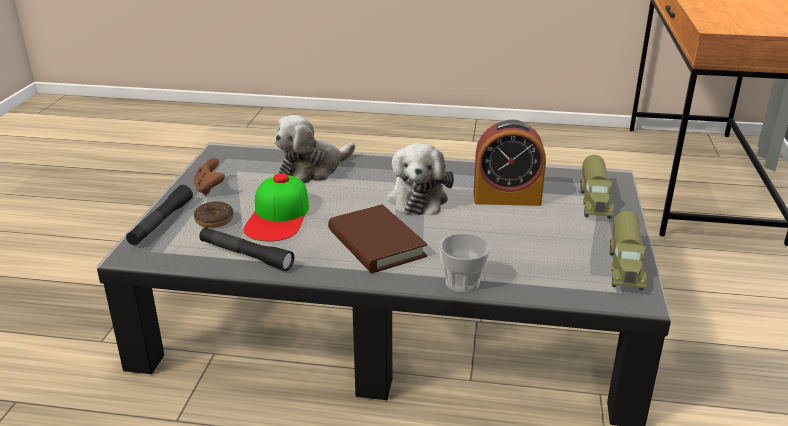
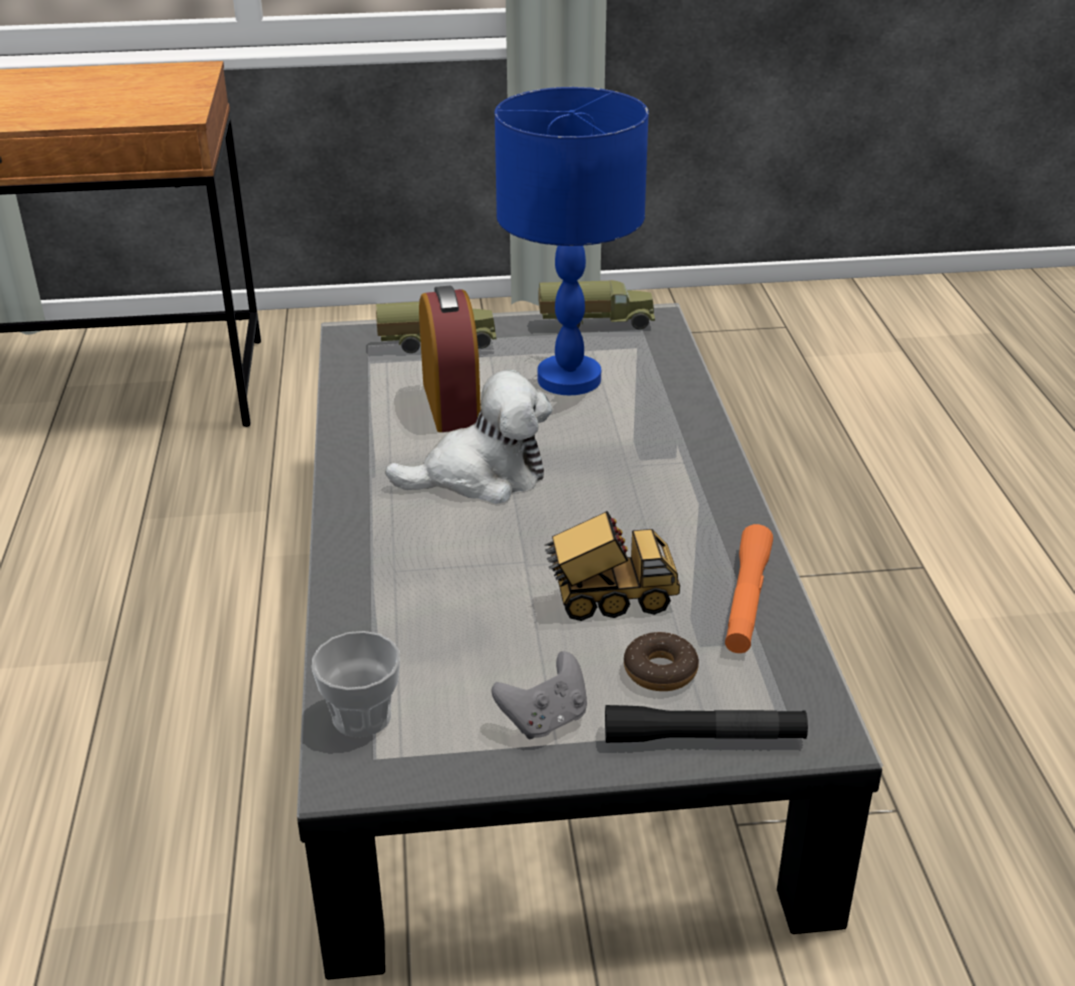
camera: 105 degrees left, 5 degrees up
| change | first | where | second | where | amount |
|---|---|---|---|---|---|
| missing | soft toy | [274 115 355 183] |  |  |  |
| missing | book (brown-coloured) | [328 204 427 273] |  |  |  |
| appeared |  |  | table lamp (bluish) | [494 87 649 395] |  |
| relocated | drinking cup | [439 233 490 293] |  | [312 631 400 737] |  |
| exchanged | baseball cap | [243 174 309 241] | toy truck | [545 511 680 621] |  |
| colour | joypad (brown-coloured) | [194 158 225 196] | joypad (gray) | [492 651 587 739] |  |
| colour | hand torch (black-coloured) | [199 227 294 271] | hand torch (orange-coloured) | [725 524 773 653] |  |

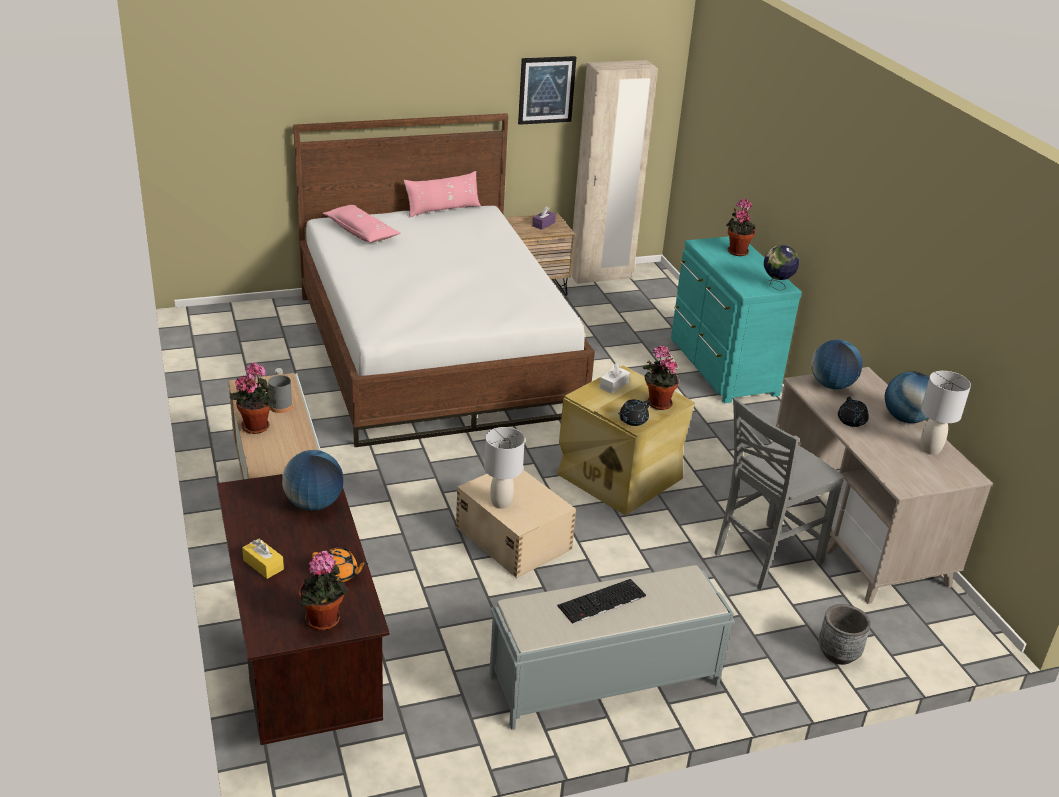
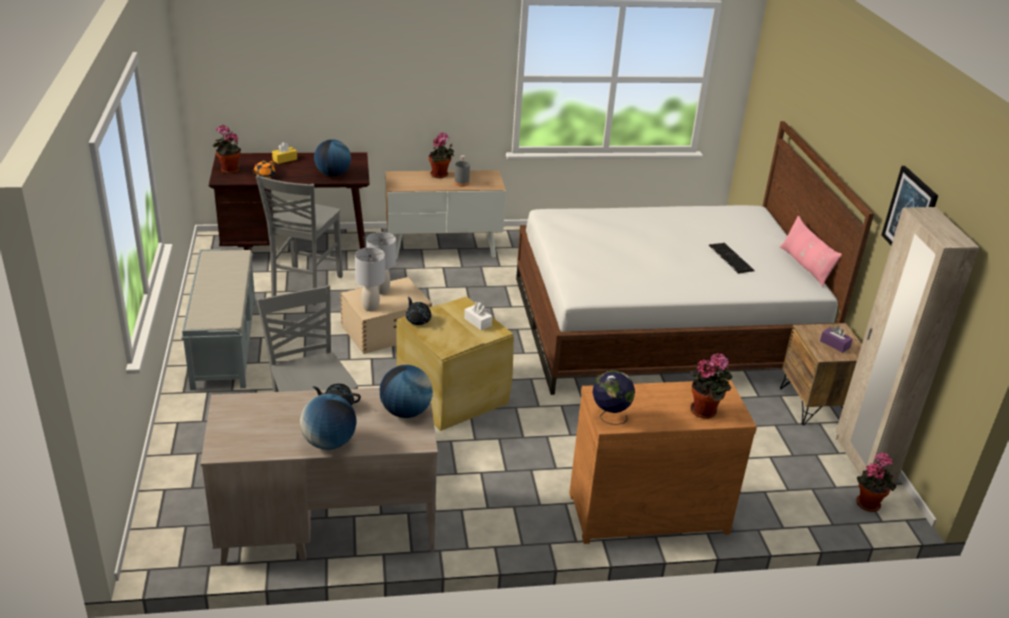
camera: 100 degrees right, 0 degrees up
| change | first | where | second | where | amount |
|---|---|---|---|---|---|
| missing | pillow (pink) | [323 205 401 243] |  |  |  |
| missing | planter (gray) | [819 604 871 665] |  |  |  |
| appeared |  |  | upright chair (gray) | [256 175 343 305] |  |
| relocated | PC keyboard | [557 579 646 624] |  | [709 243 755 274] |  |
| relocated | potted plant | [643 346 679 410] |  | [856 452 896 512] |  |
| relocated | table lamp (gray) | [920 371 971 455] |  | [355 247 385 311] |  |
| colour | dresser (turquoise-coloured) | [671 237 802 403] | dresser (brown-coloured) | [569 380 757 544] |  |

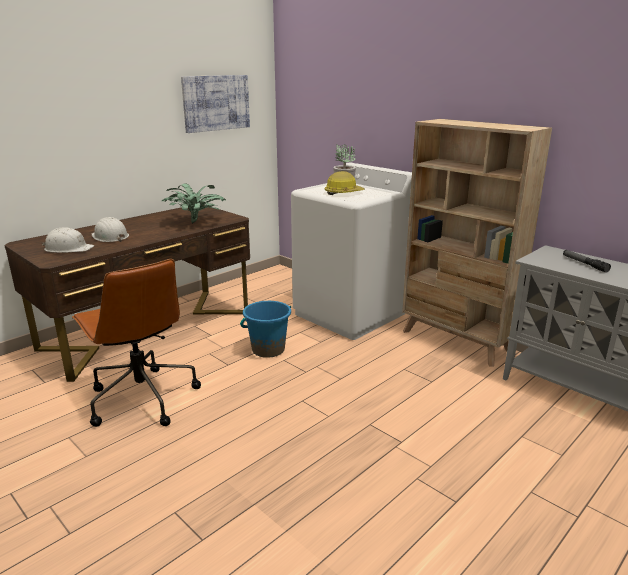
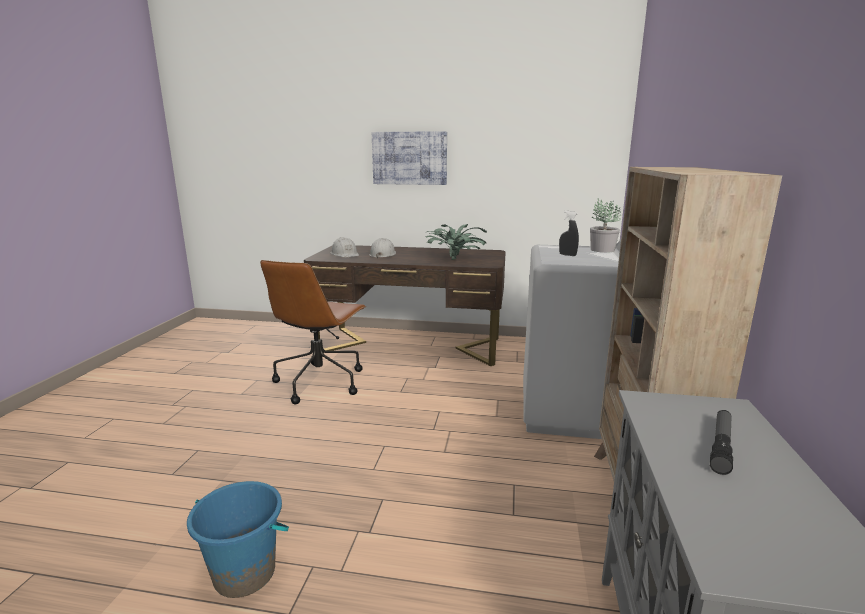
camera: 55 degrees right, 5 degrees down
| change | first | where | second | where | amount |
|---|---|---|---|---|---|
| relocated | wall art | [181 75 250 133] |  | [372 131 447 185] |  |
| relocated | water bucket (bluish) | [240 301 291 358] |  | [187 481 289 598] |  |
| exchanged | safety helmet | [324 171 364 195] | hand sprayer (gray) | [559 211 579 256] |  |

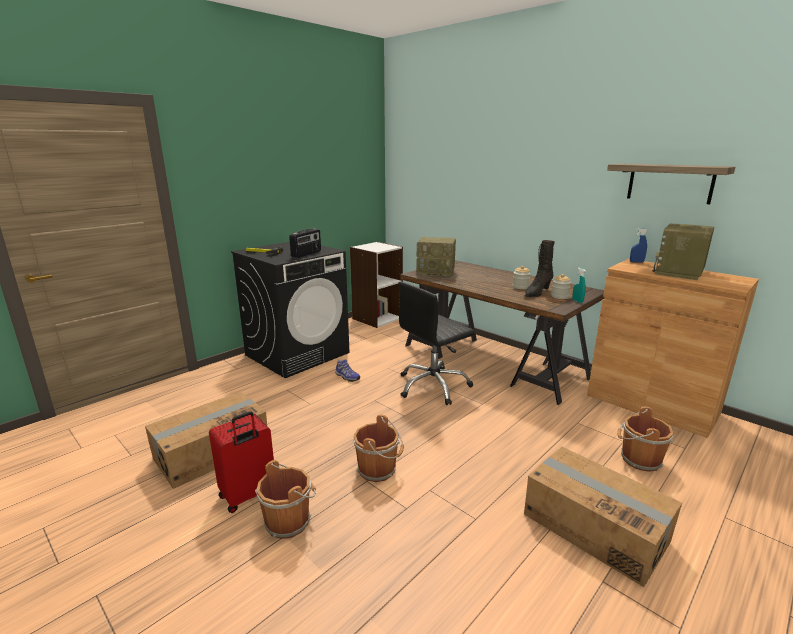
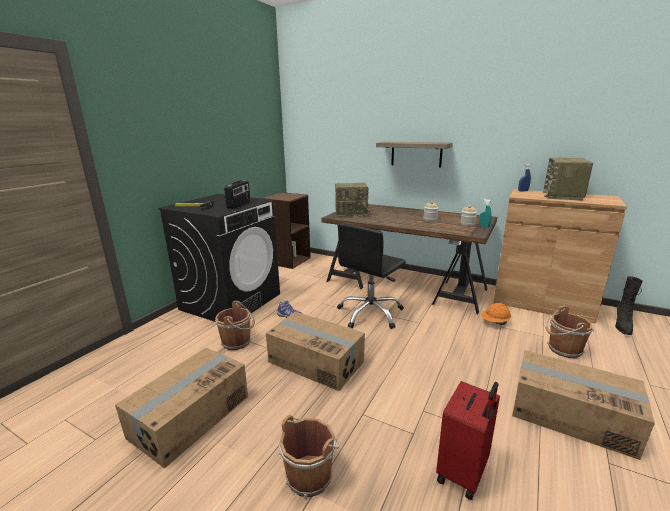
camera: 15 degrees left, 0 degrees up
| change | first | where | second | where | amount |
|---|---|---|---|---|---|
| appeared |  |  | packing box | [266 312 365 391] |  |
| appeared |  |  | safety helmet (orange-coloured) | [481 303 511 325] |  |
| relocated | suitcase (reddish) | [209 411 274 513] |  | [436 381 500 500] |  |
| relocated | water bucket (brown-coloured) | [353 414 404 482] |  | [215 301 255 350] |  |
| relocated | tall boot (black-coloured) | [525 240 555 298] |  | [615 276 643 335] |  |
| relocated | bracket shelf | [607 164 735 204] |  | [376 142 453 168] |  |
| colour | bookshelf (white) | [350 242 403 328] | bookshelf (brown-coloured) | [262 192 311 269] |  |

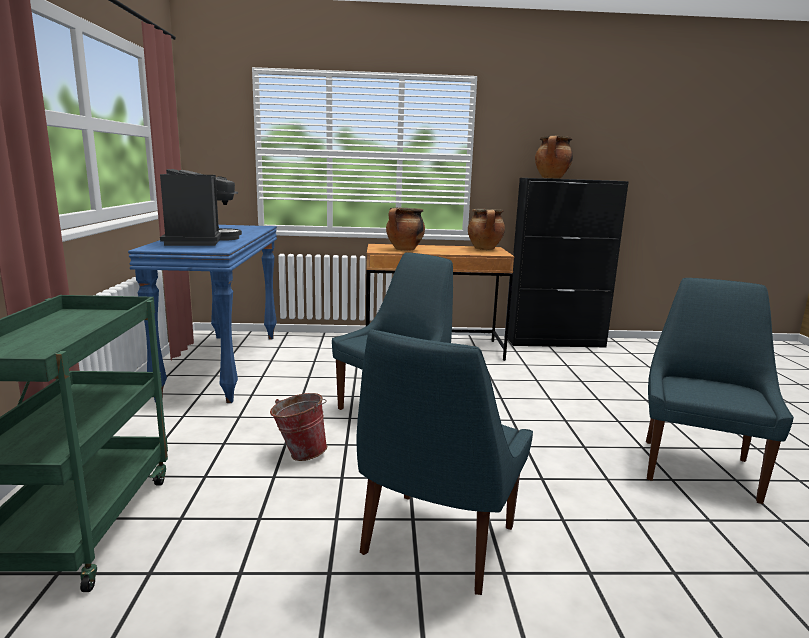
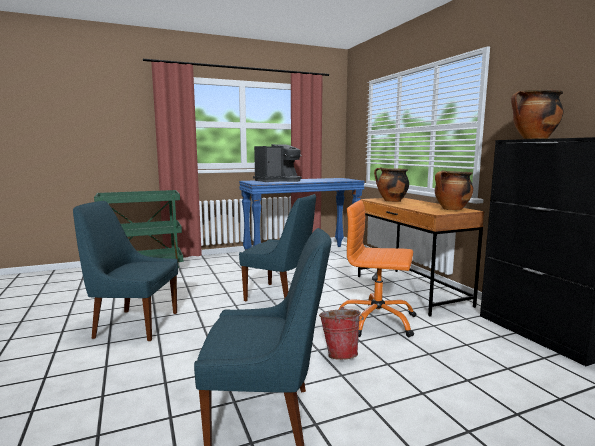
camera: 70 degrees right, 5 degrees down
| change | first | where | second | where | amount |
|---|---|---|---|---|---|
| appeared |  |  | office chair (orange-coloured) | [338 200 416 337] |  |
| relocated | water bucket | [270 393 327 461] |  | [319 307 364 360] |  |

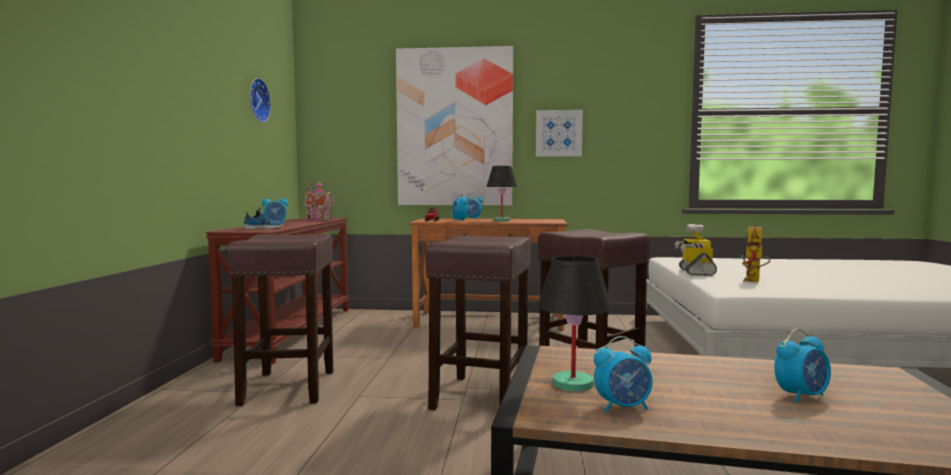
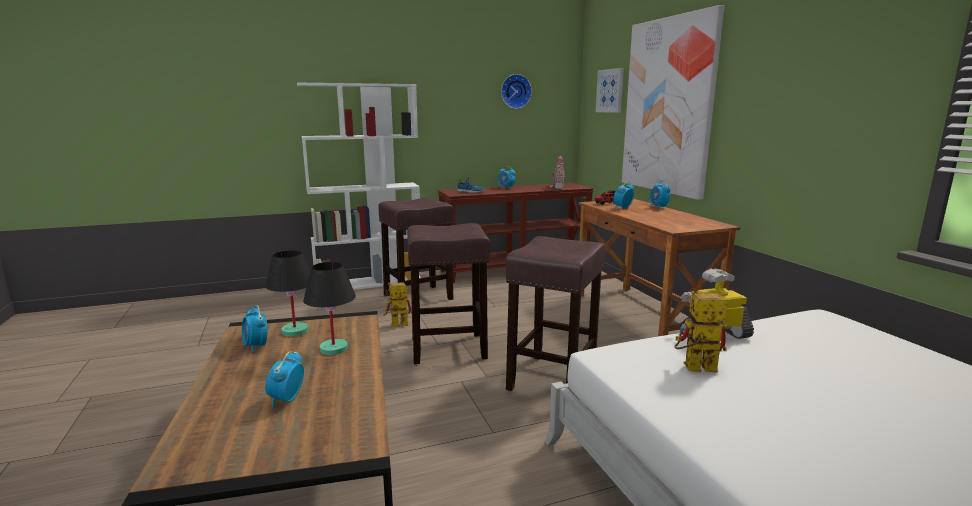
camera: 65 degrees right, 10 degrees up
| change | first | where | second | where | amount |
|---|---|---|---|---|---|
| appeared |  |  | bookshelf (white) | [297 83 421 290] |  |
| appeared |  |  | toy robot | [383 282 412 327] |  |
| relocated | table lamp (black-coloured) | [486 166 517 222] |  | [303 262 356 355] |  |
| relocated | wall art | [536 110 583 157] |  | [596 68 624 113] |  |
| spun | table clock | [774 328 831 403] |  | [265 351 304 407] | 60 degrees clockwise |

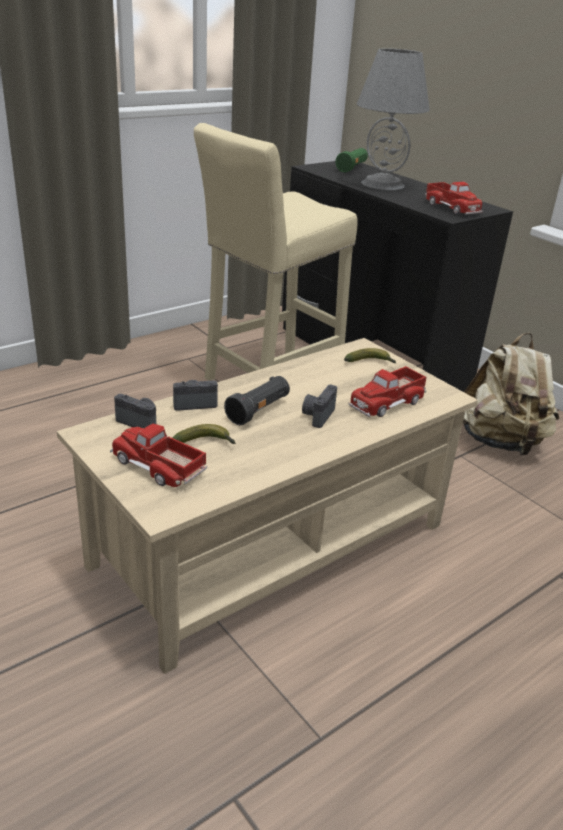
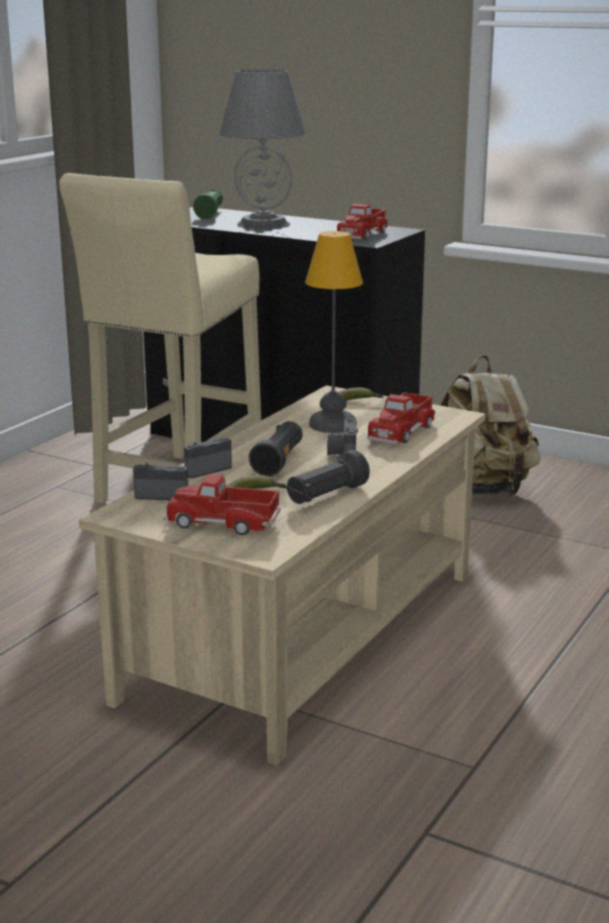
camera: 20 degrees left, 10 degrees down
| change | first | where | second | where | amount |
|---|---|---|---|---|---|
| appeared |  |  | hand torch (black-coloured) | [286 450 370 504] |  |
| appeared |  |  | table lamp | [305 231 363 433] |  |
| spun | toy truck | [425 182 483 215] |  | [337 204 389 240] | 75 degrees clockwise |

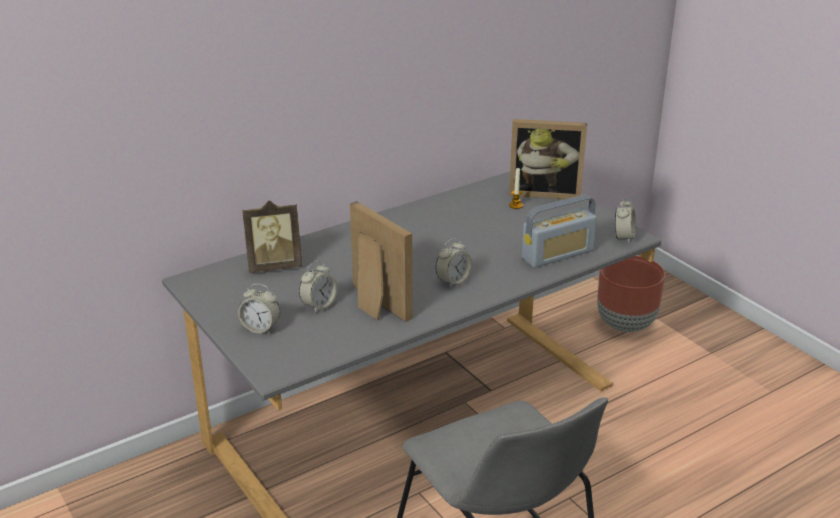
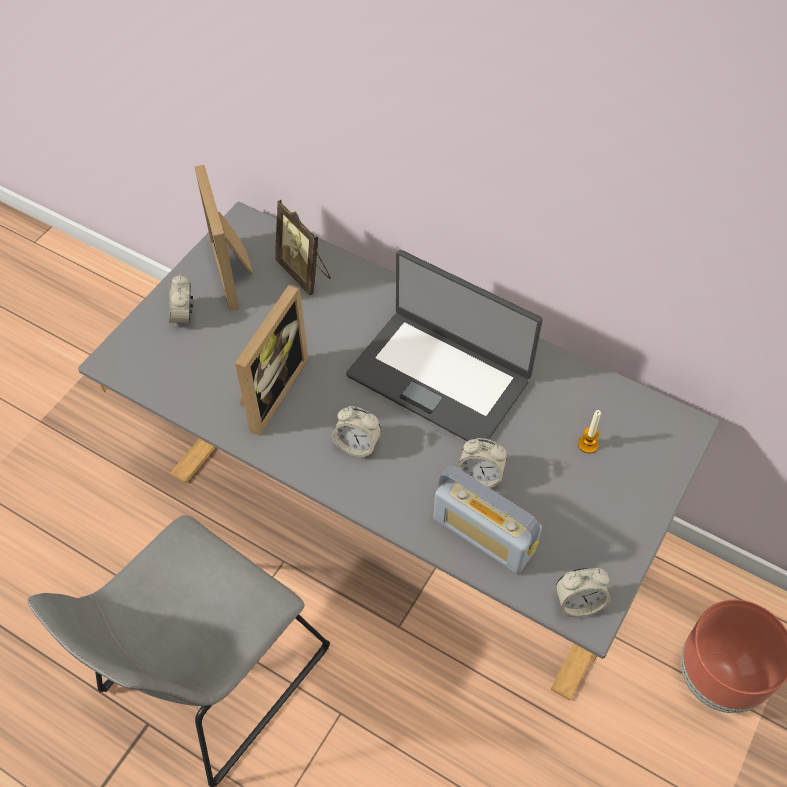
camera: 65 degrees right, 25 degrees up
| change | first | where | second | where | amount |
|---|---|---|---|---|---|
| appeared |  |  | portable computer | [346 250 543 441] |  |
| relocated | table clock | [299 261 338 313] |  | [457 438 507 488] |  |
| relocated | photo frame | [509 119 587 199] |  | [194 165 253 311] |  |

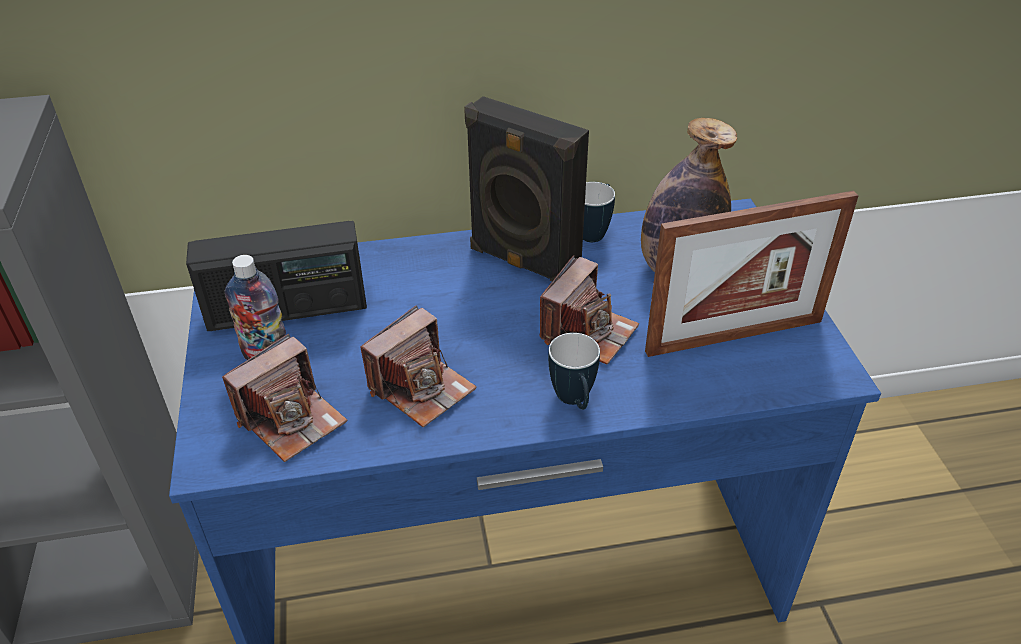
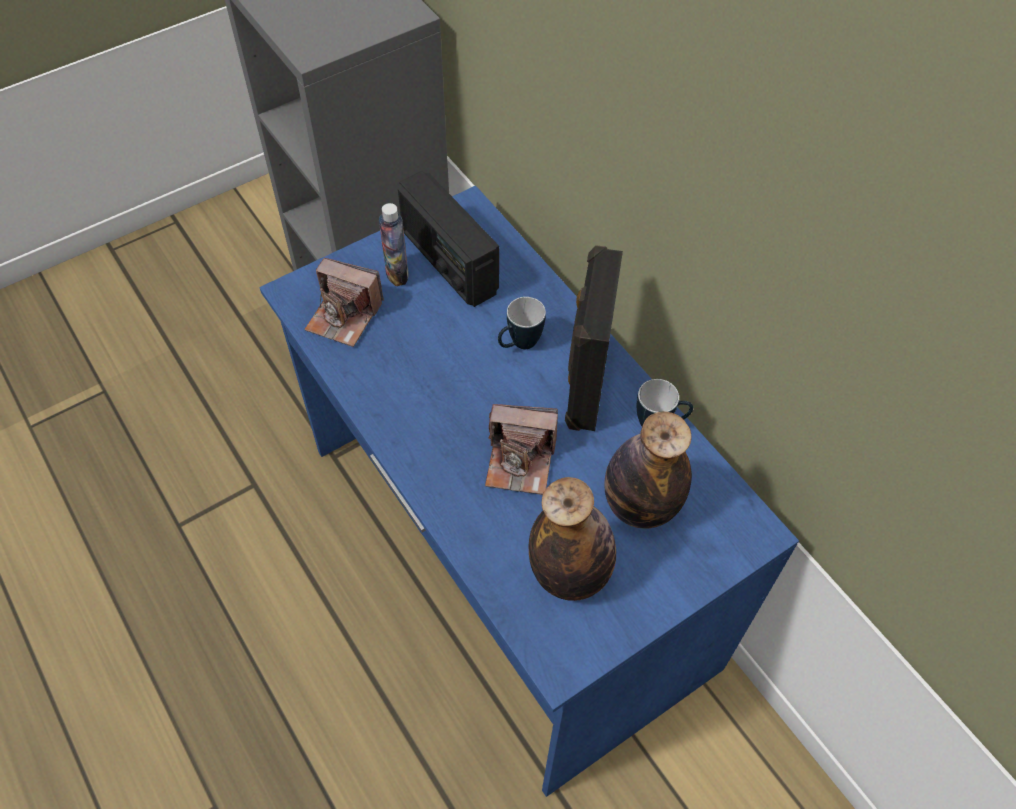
camera: 65 degrees right, 15 degrees up
| change | first | where | second | where | amount |
|---|---|---|---|---|---|
| missing | photo camera | [360 305 476 427] |  |  |  |
| relocated | coffee mug | [548 333 600 410] |  | [498 297 546 349] |  |
| exchanged | photo frame | [645 191 859 357] | bottle | [529 477 616 601] |  |

